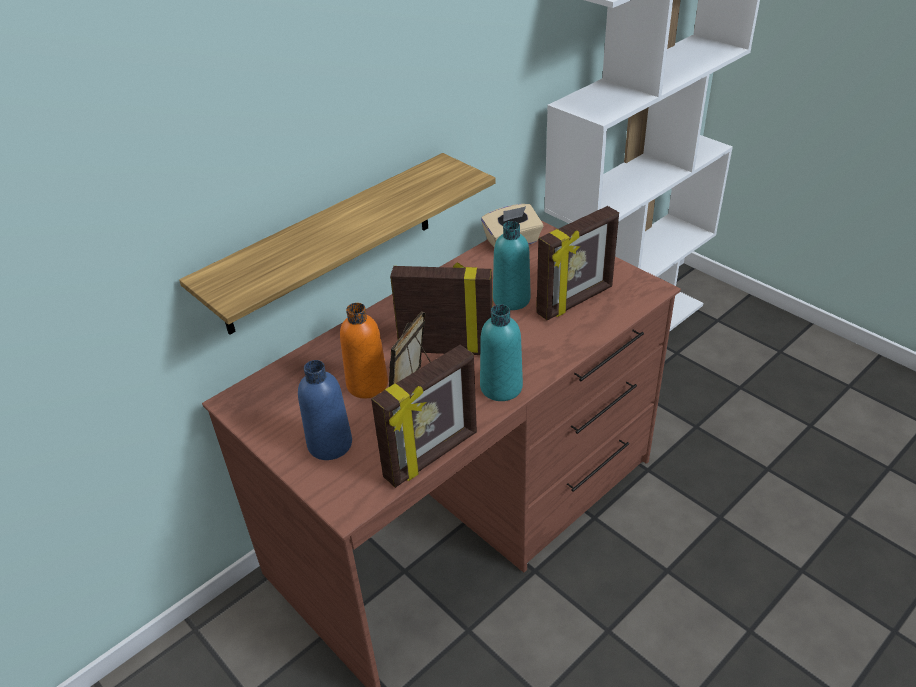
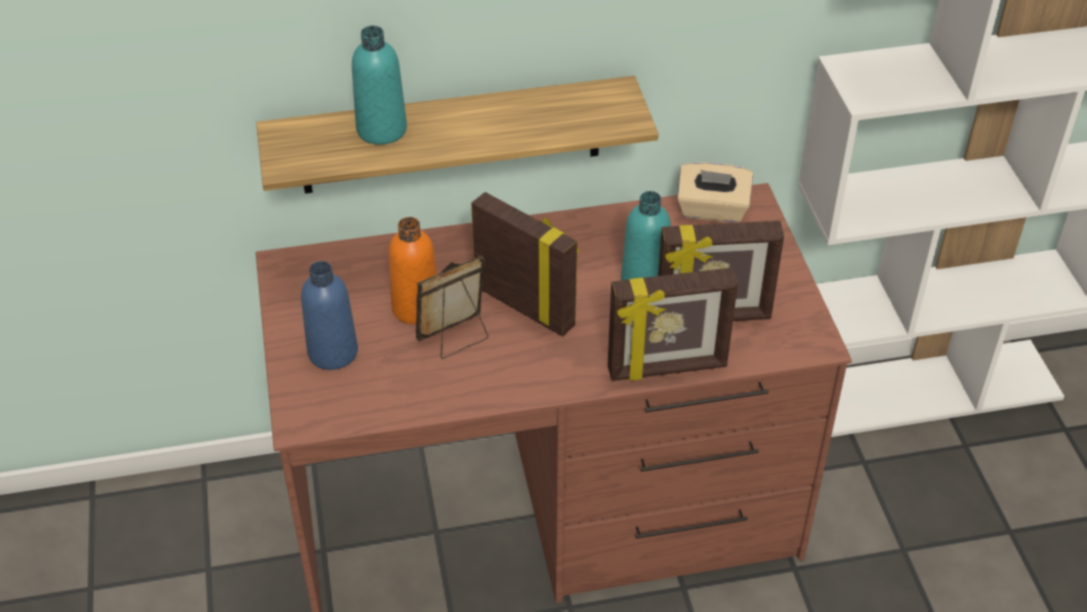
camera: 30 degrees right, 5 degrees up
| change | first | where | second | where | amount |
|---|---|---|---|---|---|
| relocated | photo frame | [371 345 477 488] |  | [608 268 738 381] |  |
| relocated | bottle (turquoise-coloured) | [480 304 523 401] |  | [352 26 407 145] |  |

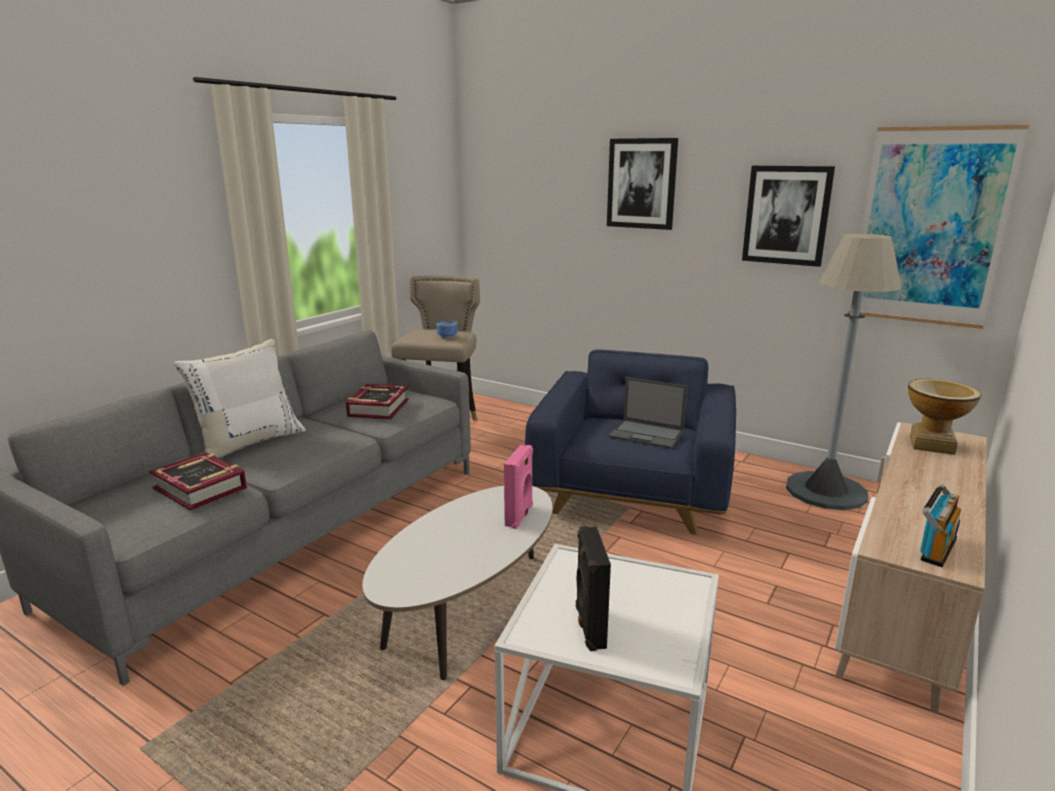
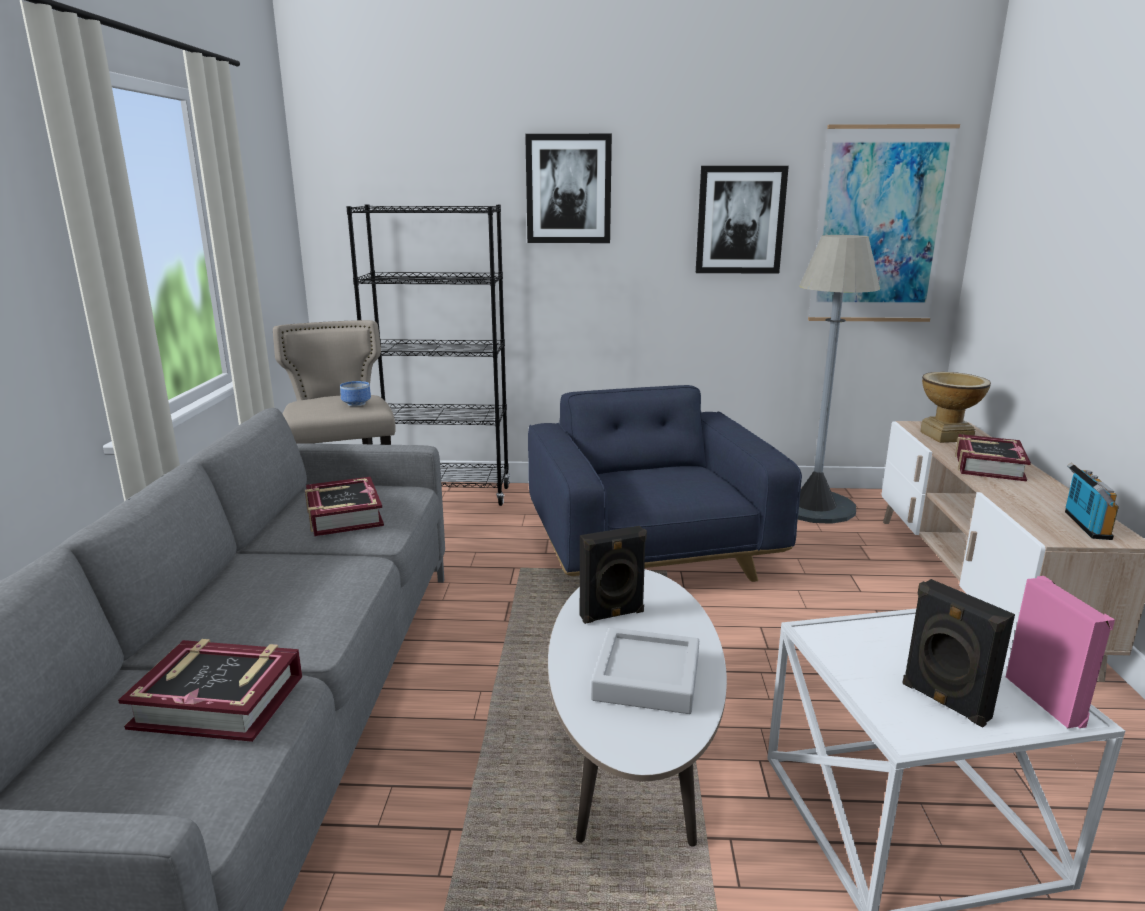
camera: 30 degrees left, 0 degrees up
| change | first | where | second | where | amount |
|---|---|---|---|---|---|
| missing | pillow (white) | [174 339 306 458] |  |  |  |
| missing | portable computer | [609 377 687 449] |  |  |  |
| appeared |  |  | bookshelf (black-coloured) | [346 204 510 506] |  |
| appeared |  |  | speaker (black-coloured) | [580 526 647 624] |  |
| appeared |  |  | serving tray (gray) | [591 628 699 714] |  |
| appeared |  |  | book | [955 434 1031 481] |  |
| relocated | speaker (pink) | [504 445 533 529] |  | [1006 576 1115 728] |  |

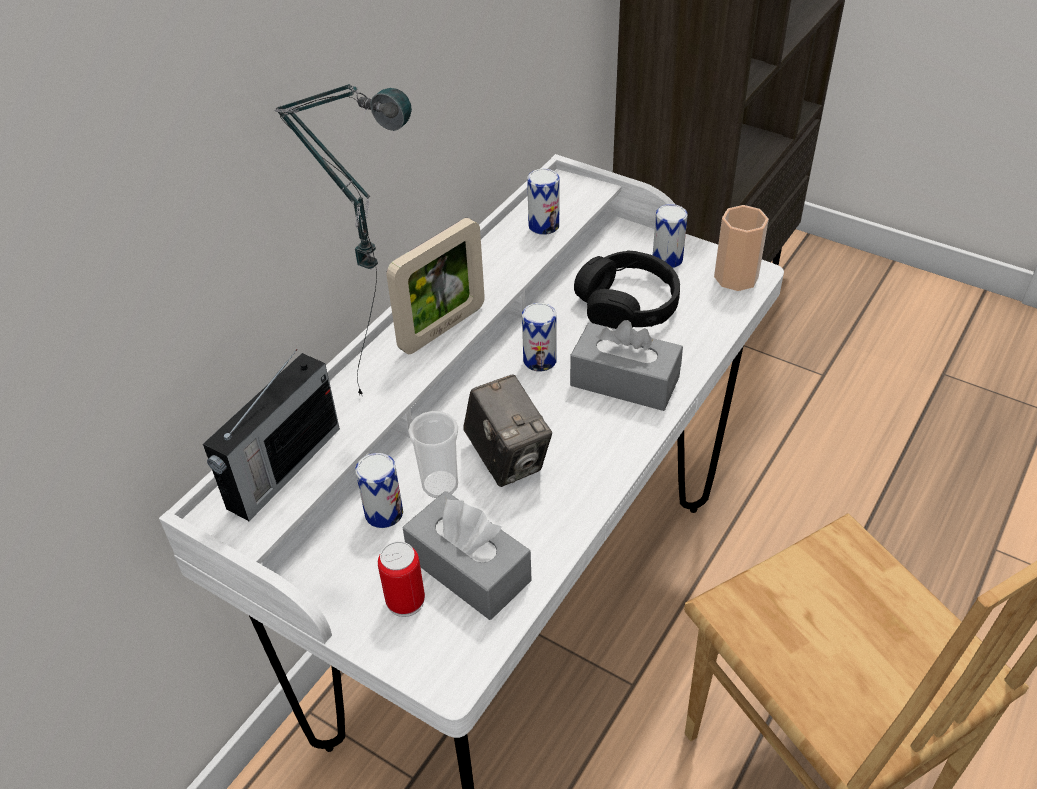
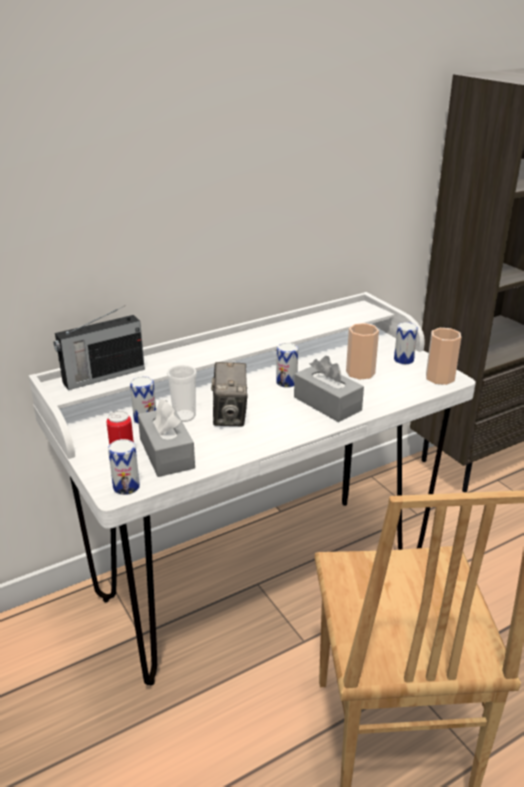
camera: 25 degrees right, 15 degrees down
| change | first | where | second | where | amount |
|---|---|---|---|---|---|
| missing | table lamp | [275 84 412 395] |  |  |  |
| missing | photo frame | [386 218 485 354] |  |  |  |
| relocated | sealed can | [527 169 559 235] |  | [108 439 140 495] |  |
| exchanged | pair of headphones (black-coloured) | [574 251 680 329] | drinking cup | [346 323 379 380] |  |

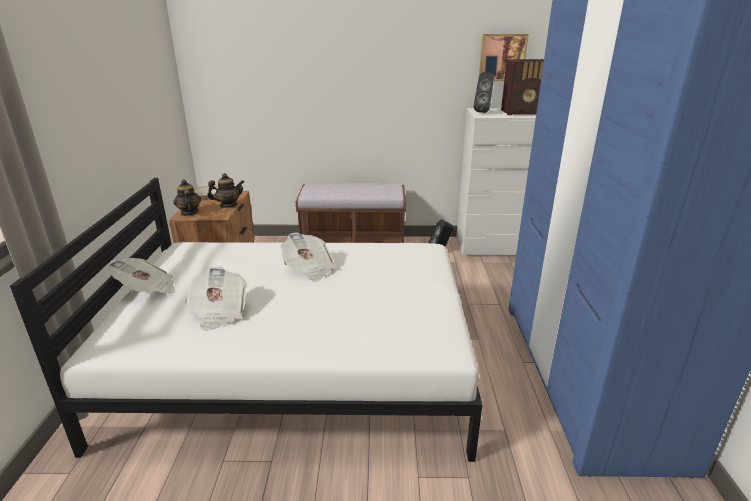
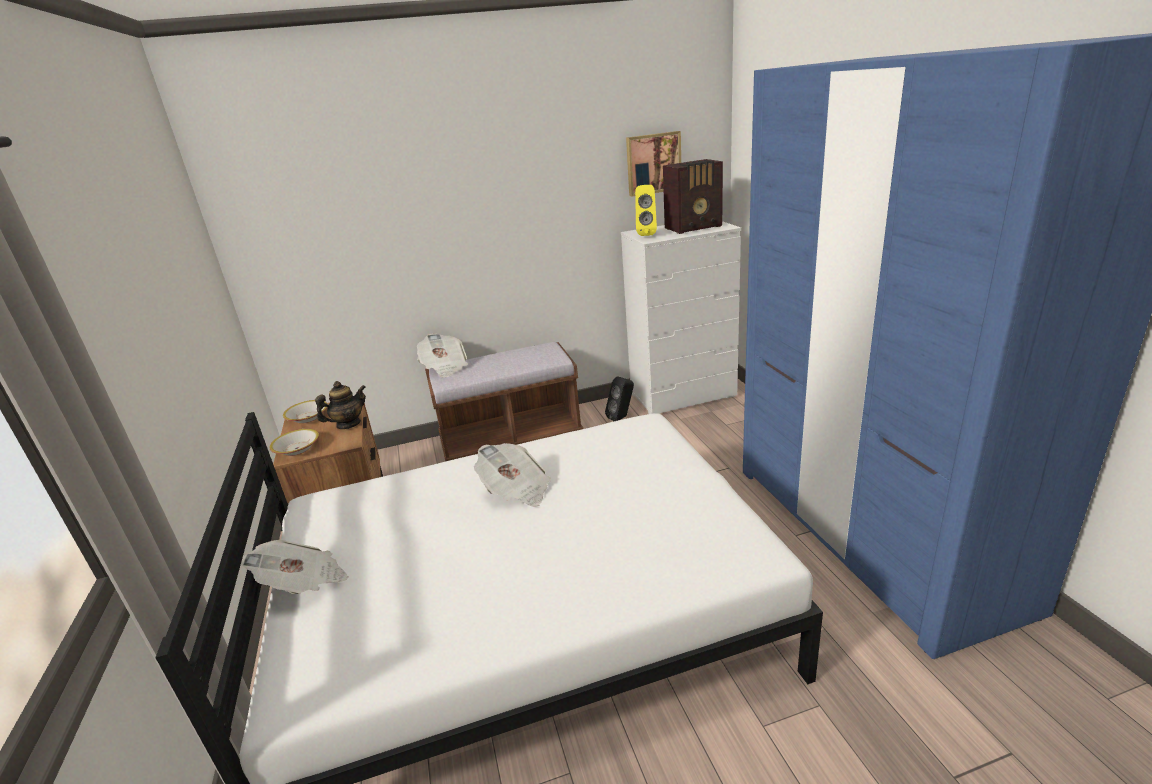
camera: 15 degrees left, 0 degrees up
| change | first | where | second | where | amount |
|---|---|---|---|---|---|
| relocated | daily paper | [185 267 247 331] |  | [417 333 468 378] |  |
| exchanged | tea pot | [173 180 201 216] | serving bowl | [269 429 319 456] |  |
| colour | speaker (black-coloured) | [474 72 494 113] | speaker (yellow-coloured) | [635 185 657 236] |  |

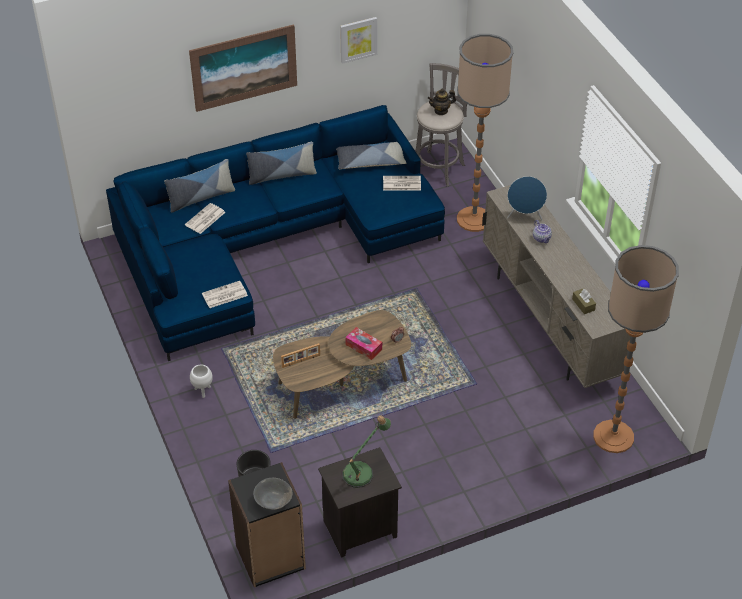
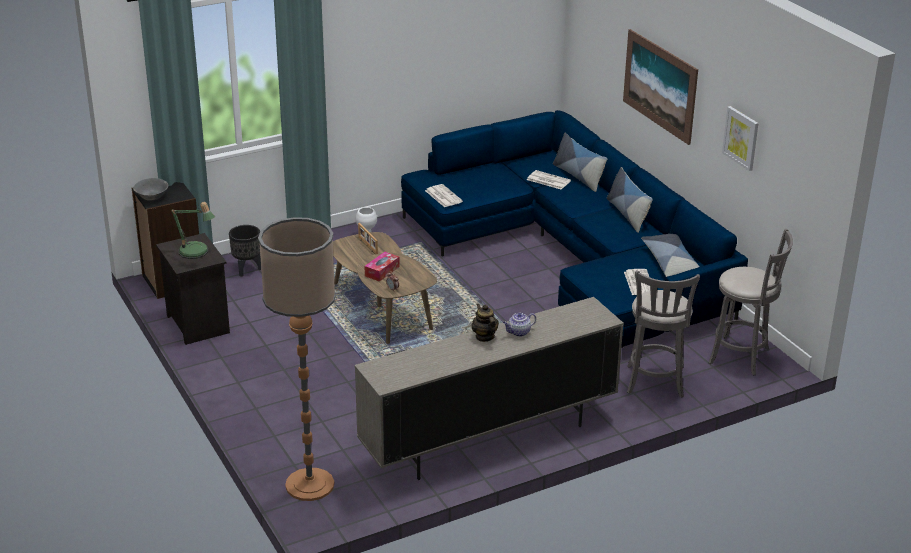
camera: 85 degrees right, 15 degrees down
| change | first | where | second | where | amount |
|---|---|---|---|---|---|
| missing | speaker (bluish) | [507 176 547 220] |  |  |  |
| missing | box of tissues (brown-coloured) | [572 288 596 314] |  |  |  |
| relocated | tea pot | [428 89 456 115] |  | [472 304 499 342] |  |
| exchanged | standard lamp | [457 34 513 232] | stool (gray) | [627 270 700 397] |  |

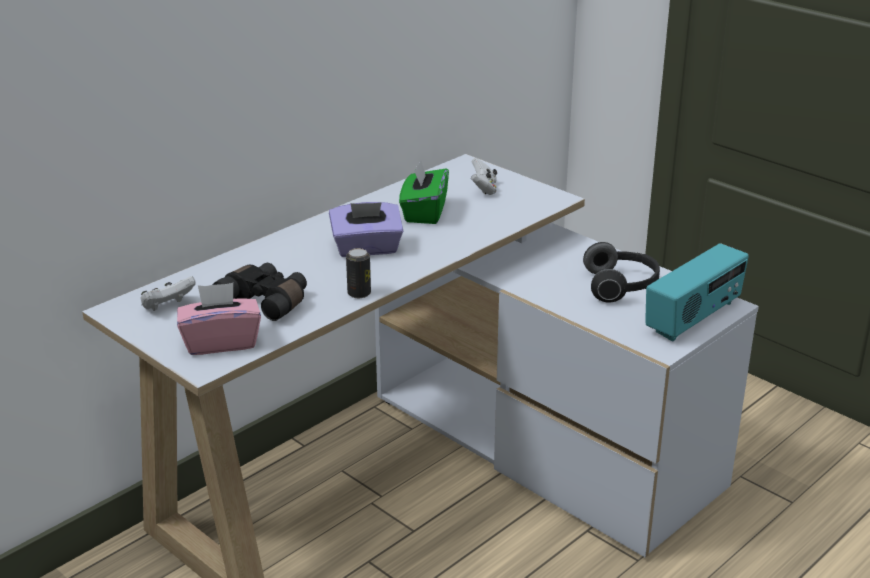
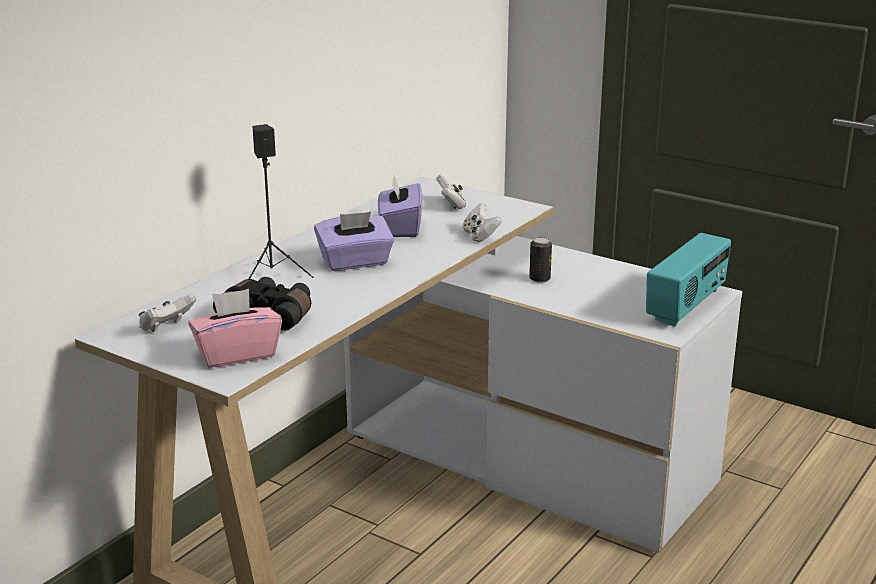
camera: 10 degrees left, 5 degrees down
| change | first | where | second | where | amount |
|---|---|---|---|---|---|
| missing | pair of headphones | [583 242 660 303] |  |  |  |
| appeared |  |  | speaker (black-coloured) | [249 124 314 279] |  |
| appeared |  |  | joypad (white) | [462 202 502 242] |  |
| relocated | sealed can | [346 248 371 298] |  | [529 237 552 283] |  |
| colour | box of tissues (green) | [399 159 449 224] | box of tissues (purple-coloured) | [378 175 422 237] |  |

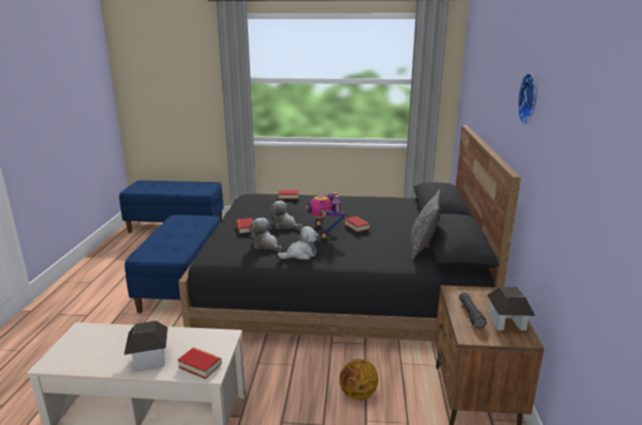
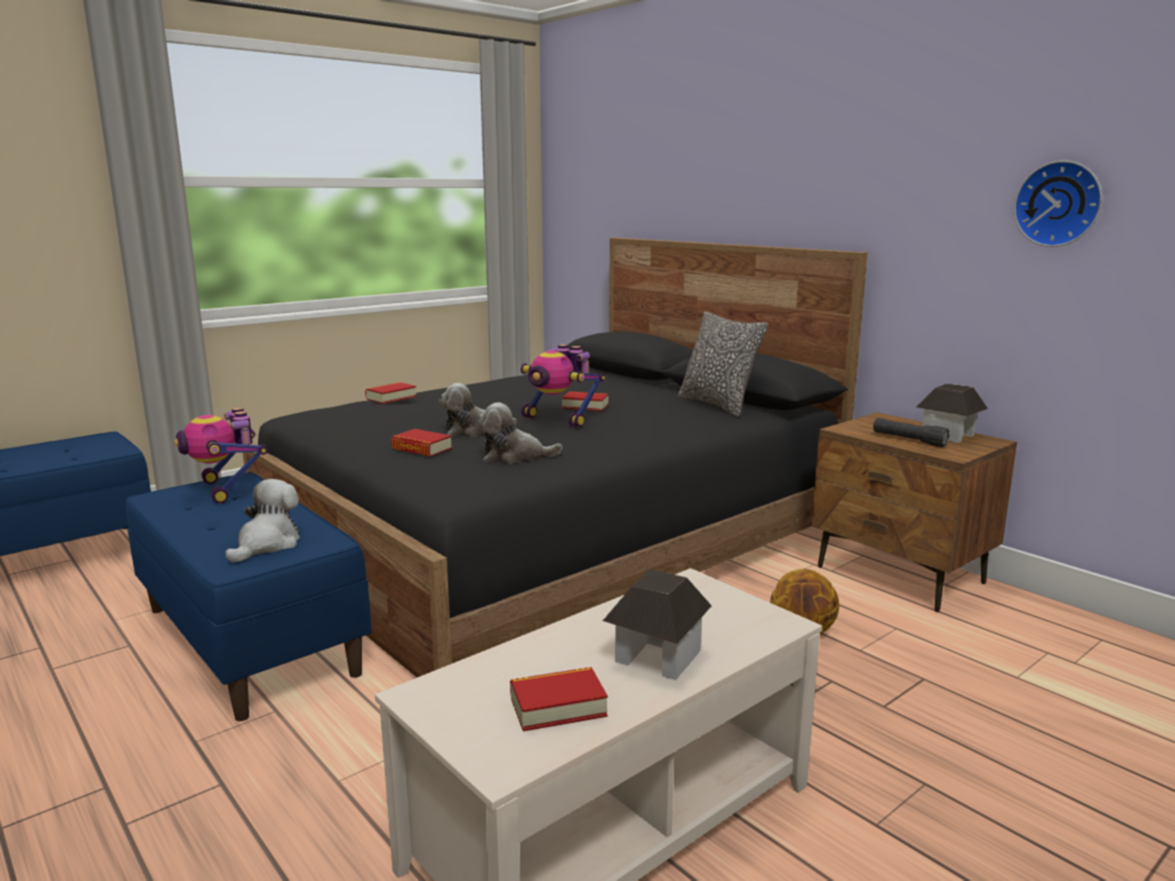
camera: 45 degrees left, 5 degrees down
| change | first | where | second | where | amount |
|---|---|---|---|---|---|
| appeared |  |  | toy robot | [174 407 268 504] |  |
| relocated | book | [177 347 222 379] |  | [510 667 608 731] |  |
| relocated | soft toy | [277 226 318 260] |  | [225 479 300 563] |  |
| relocated | hanging clock | [517 73 537 125] |  | [1014 160 1102 247] |  |

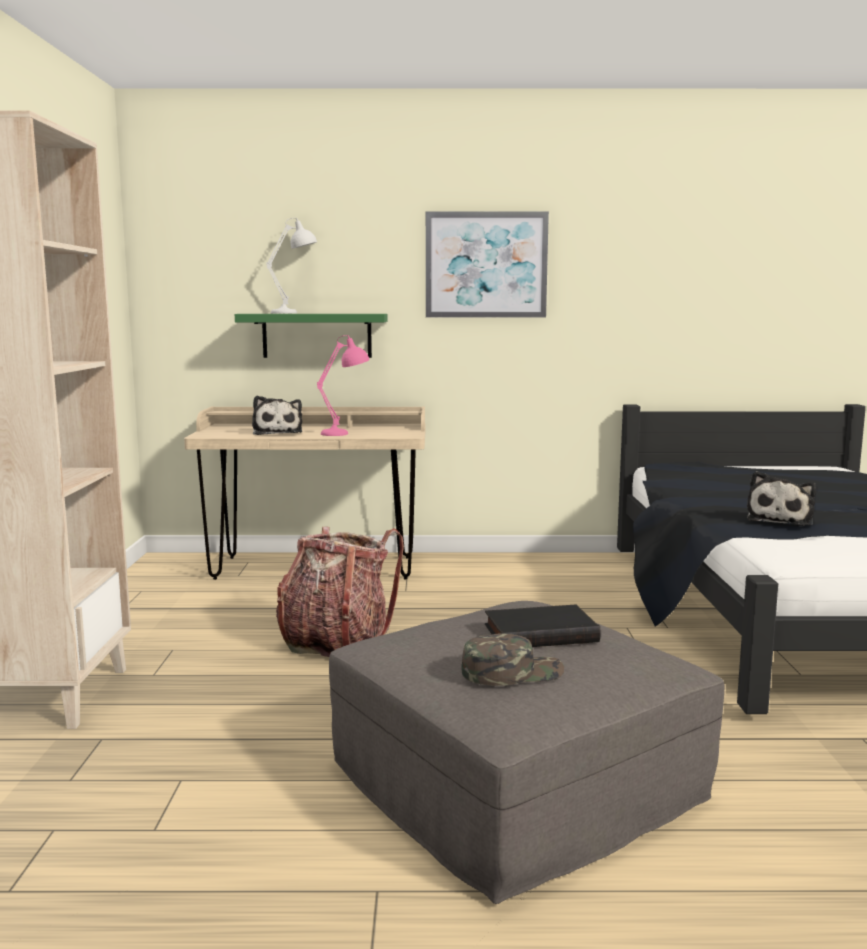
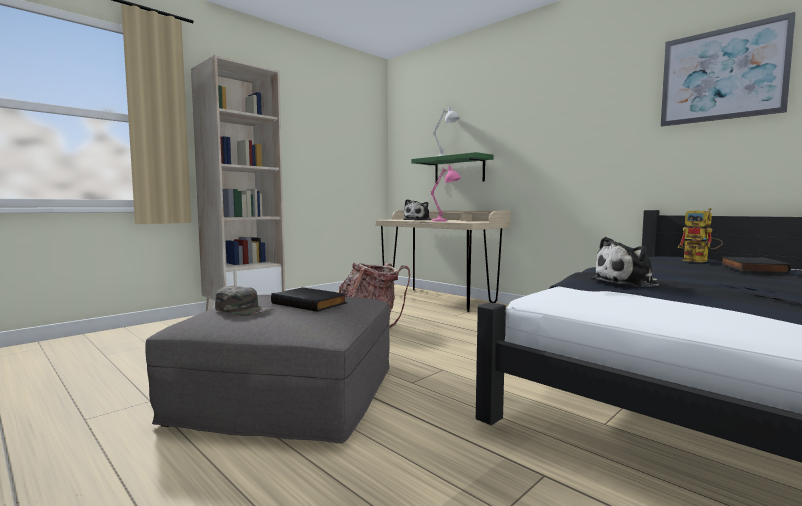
camera: 45 degrees right, 5 degrees down
| change | first | where | second | where | amount |
|---|---|---|---|---|---|
| appeared |  |  | toy robot | [677 208 723 263] |  |
| appeared |  |  | book (black-coloured) | [721 256 791 274] |  |
| relocated | wall art | [426 212 549 317] |  | [661 12 796 126] |  |

